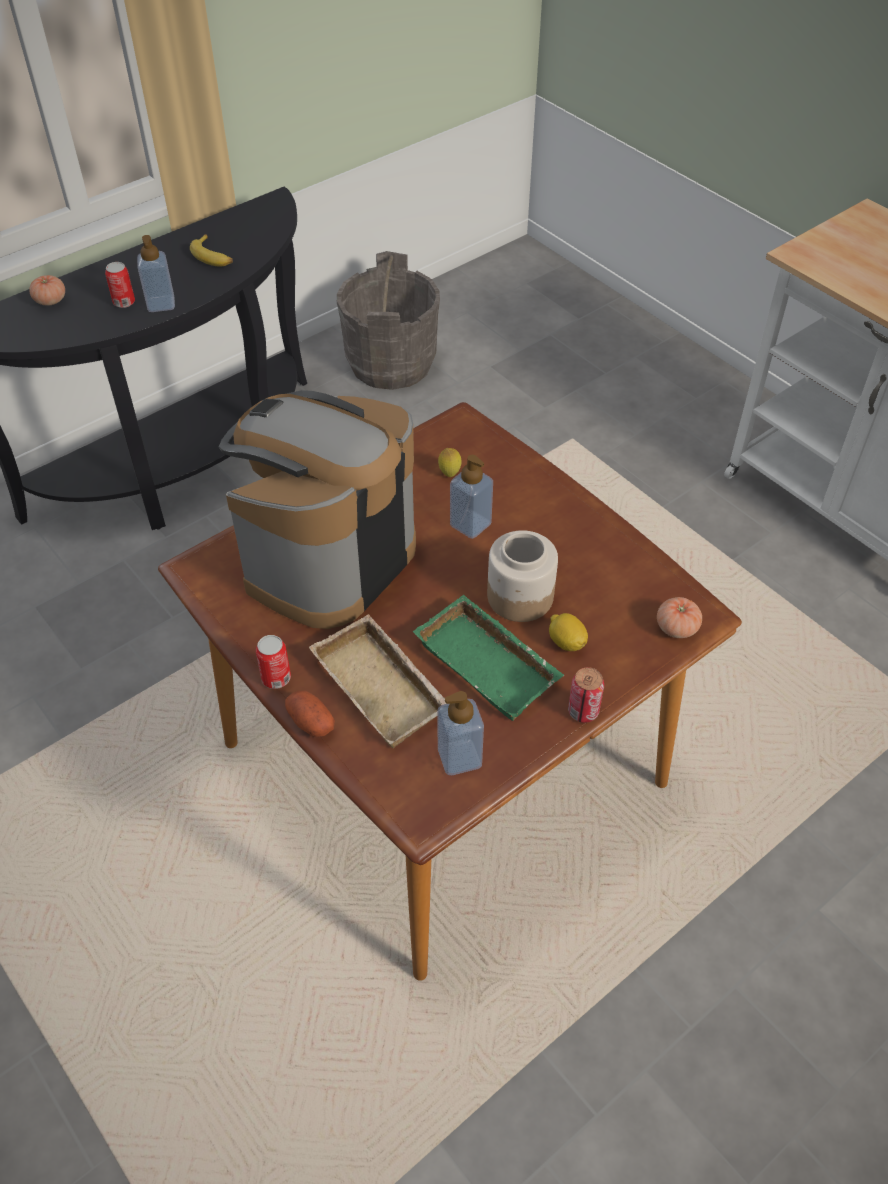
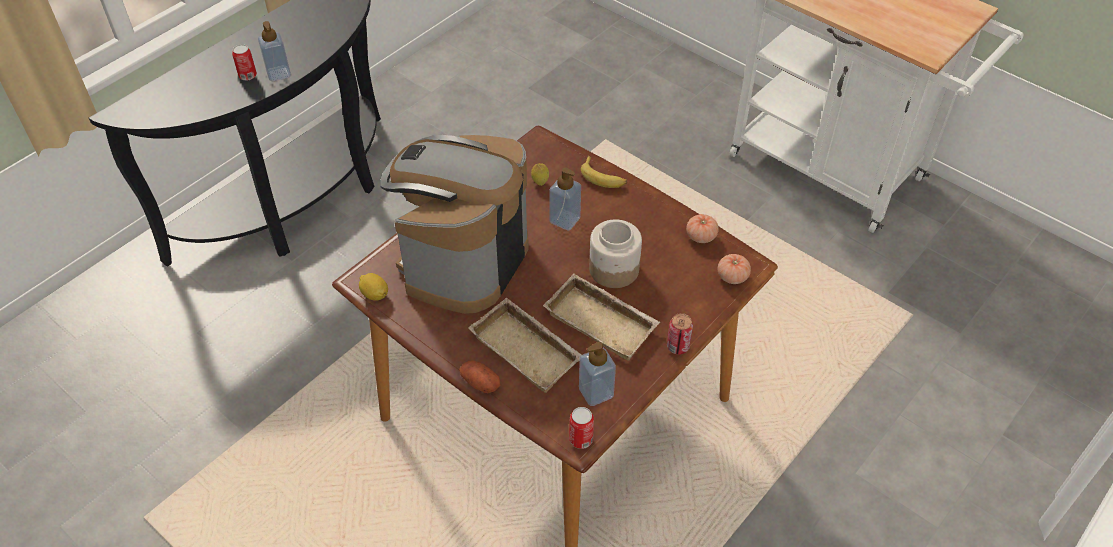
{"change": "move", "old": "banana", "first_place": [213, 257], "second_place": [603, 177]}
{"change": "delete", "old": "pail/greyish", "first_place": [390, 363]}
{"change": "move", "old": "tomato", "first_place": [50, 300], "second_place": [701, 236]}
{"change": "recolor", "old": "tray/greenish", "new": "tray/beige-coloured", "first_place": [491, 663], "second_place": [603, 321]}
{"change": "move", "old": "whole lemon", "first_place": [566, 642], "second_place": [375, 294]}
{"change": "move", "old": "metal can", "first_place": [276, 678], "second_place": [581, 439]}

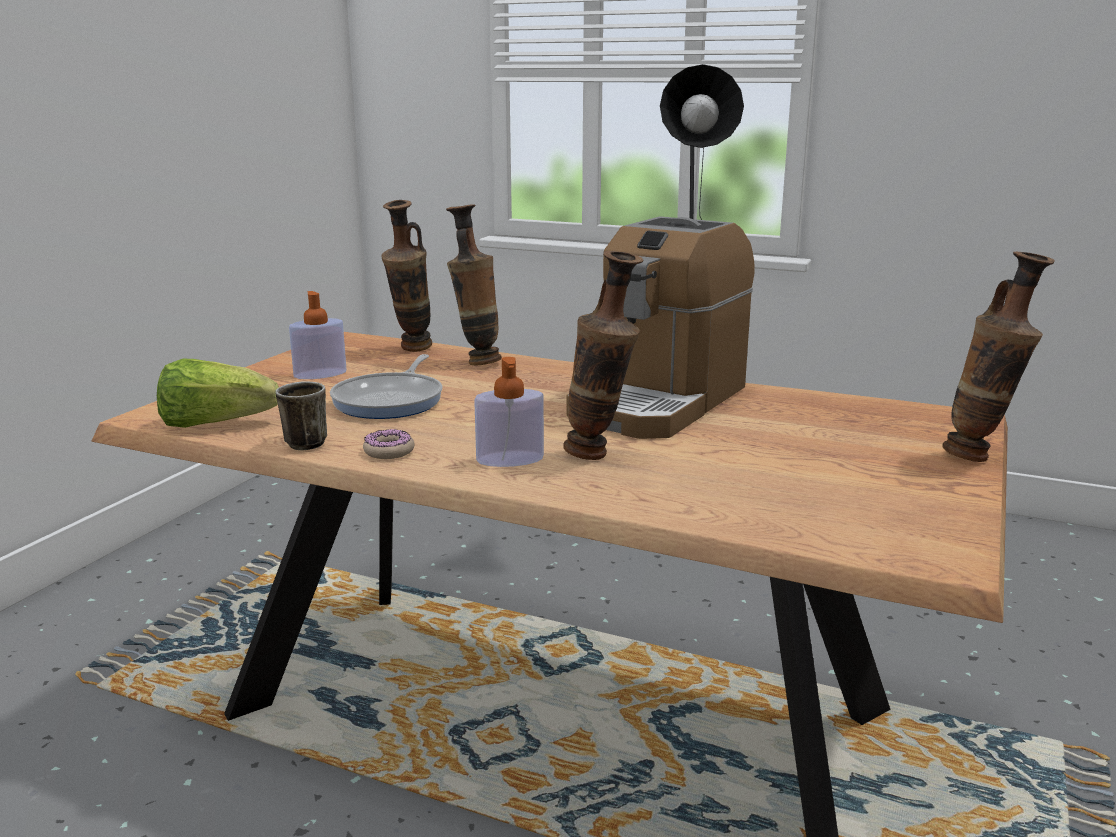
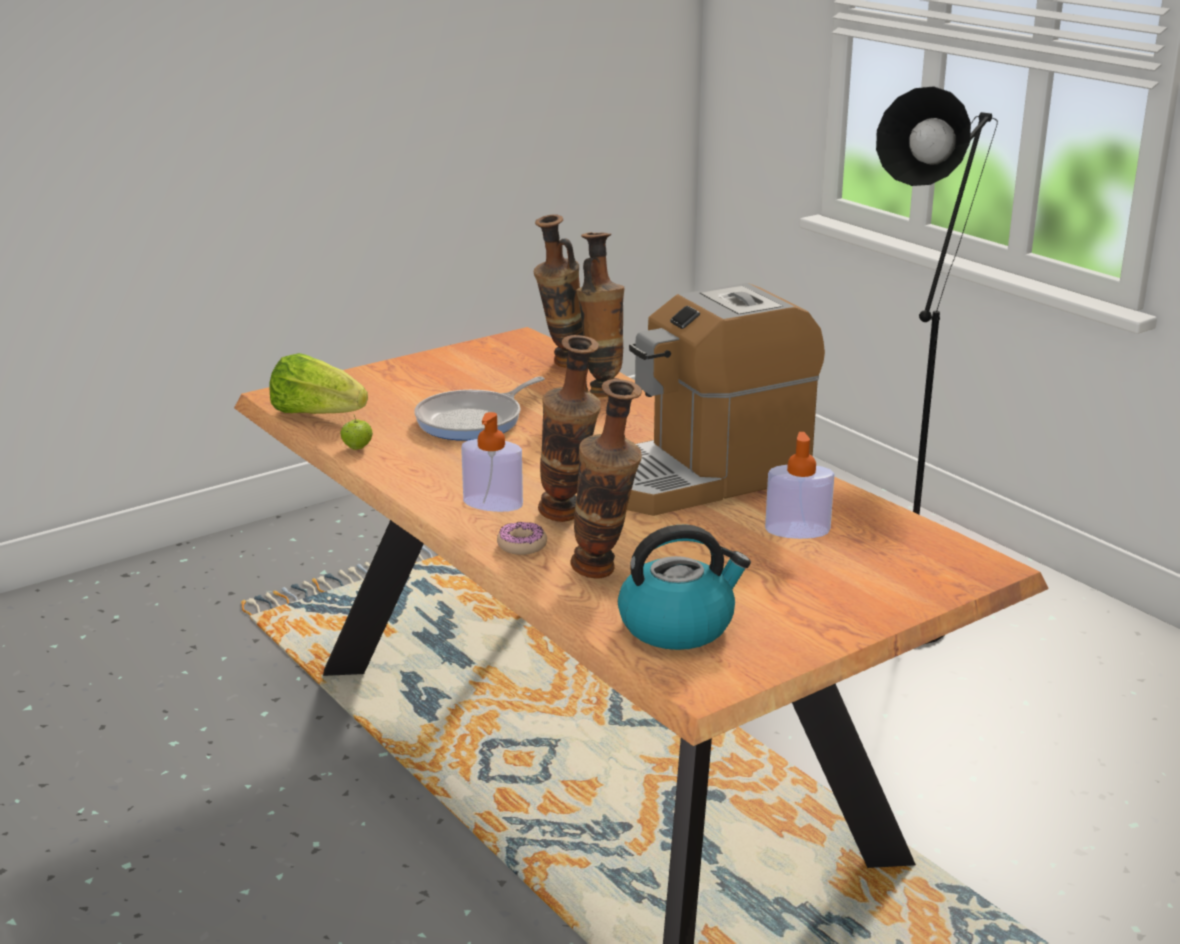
{"change": "move", "old": "vase", "first_place": [981, 457], "second_place": [604, 574]}
{"change": "move", "old": "soap bottle", "first_place": [320, 374], "second_place": [797, 530]}
{"change": "replace", "old": "coffee mug", "new": "apple fruit", "first_place": [300, 443], "second_place": [357, 448]}
{"change": "move", "old": "doughnut", "first_place": [389, 451], "second_place": [522, 545]}
{"change": "insert", "new": "water kettle", "second_place": [678, 625]}

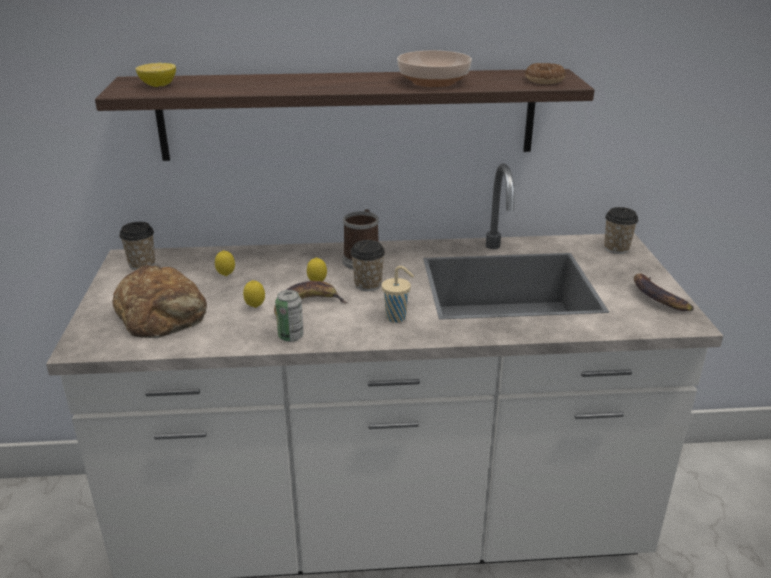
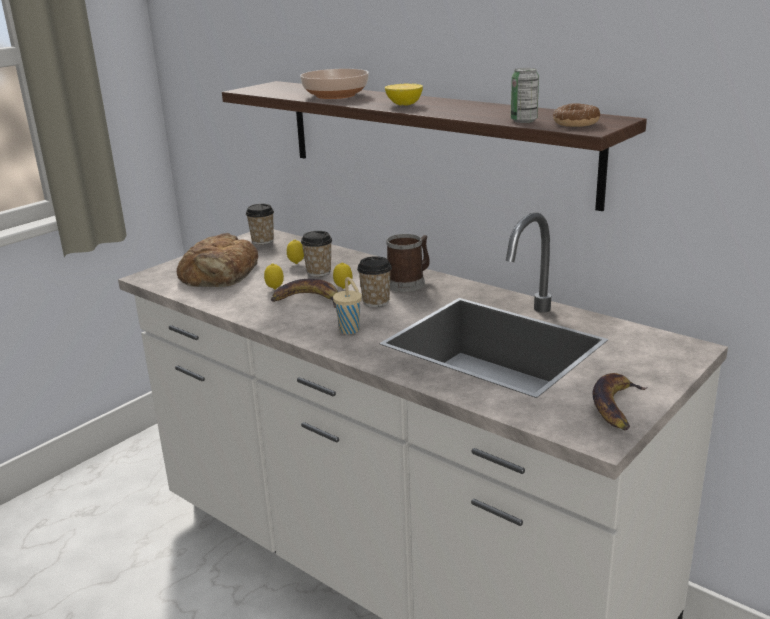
{"change": "move", "old": "bowl", "first_place": [432, 81], "second_place": [335, 95]}
{"change": "move", "old": "whole lemon", "first_place": [158, 85], "second_place": [404, 104]}
{"change": "move", "old": "drinking cup", "first_place": [616, 248], "second_place": [318, 272]}
{"change": "move", "old": "metal can", "first_place": [291, 336], "second_place": [523, 120]}

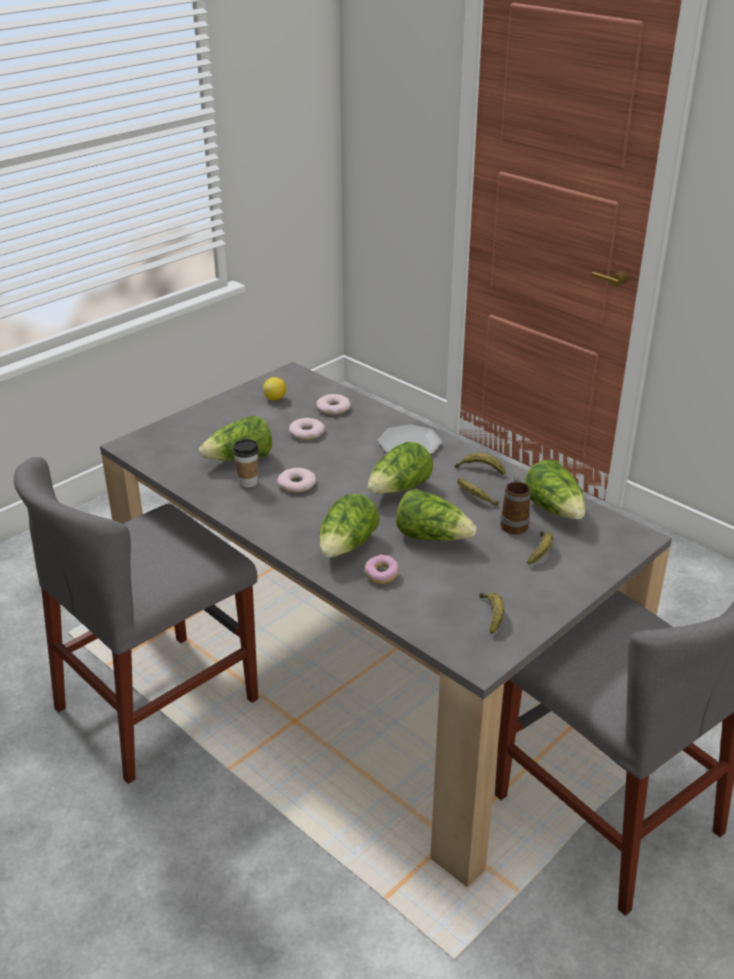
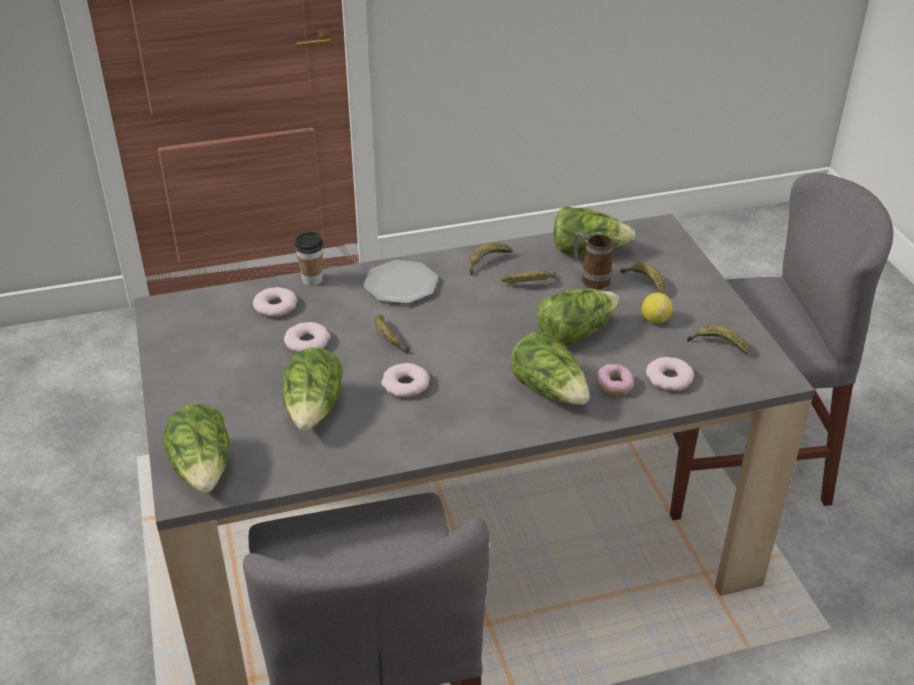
{"change": "move", "old": "whole lemon", "first_place": [275, 398], "second_place": [655, 319]}
{"change": "move", "old": "drinking cup", "first_place": [248, 482], "second_place": [312, 280]}
{"change": "move", "old": "lettuce", "first_place": [399, 489], "second_place": [203, 468]}
{"change": "insert", "new": "banana", "second_place": [388, 339]}
{"change": "insert", "new": "doughnut", "second_place": [669, 378]}

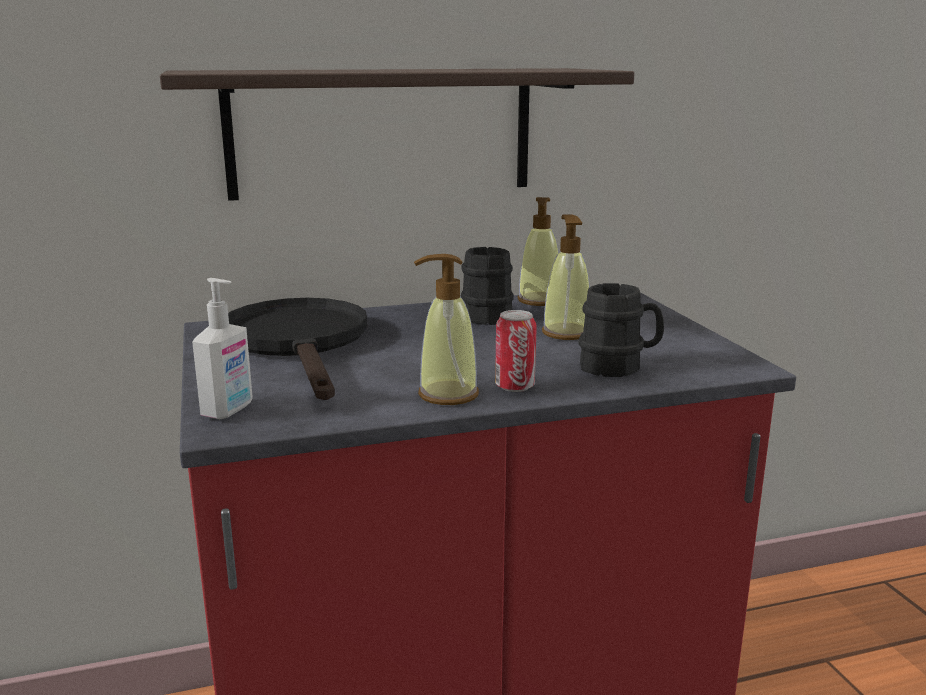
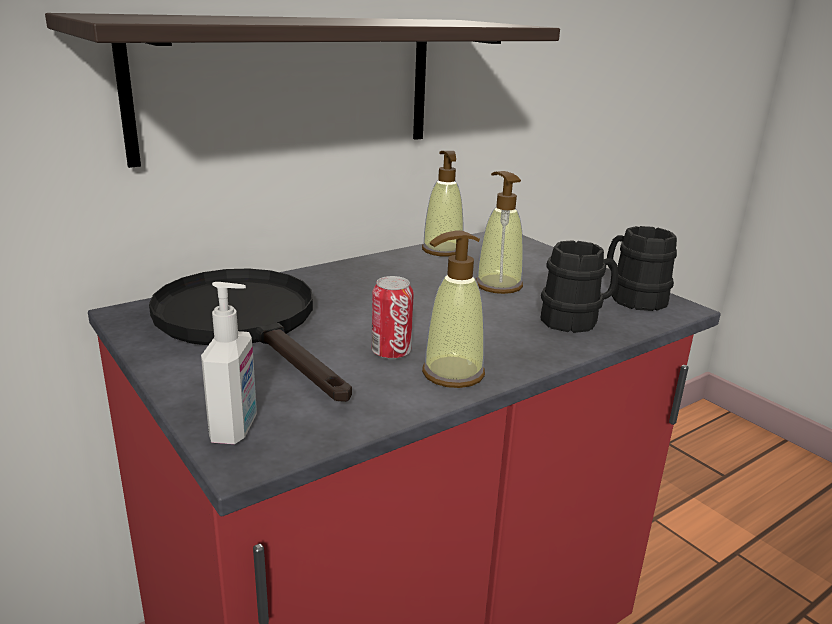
{"change": "move", "old": "coffee mug/black", "first_place": [484, 315], "second_place": [632, 297]}
{"change": "move", "old": "metal can", "first_place": [514, 387], "second_place": [391, 353]}

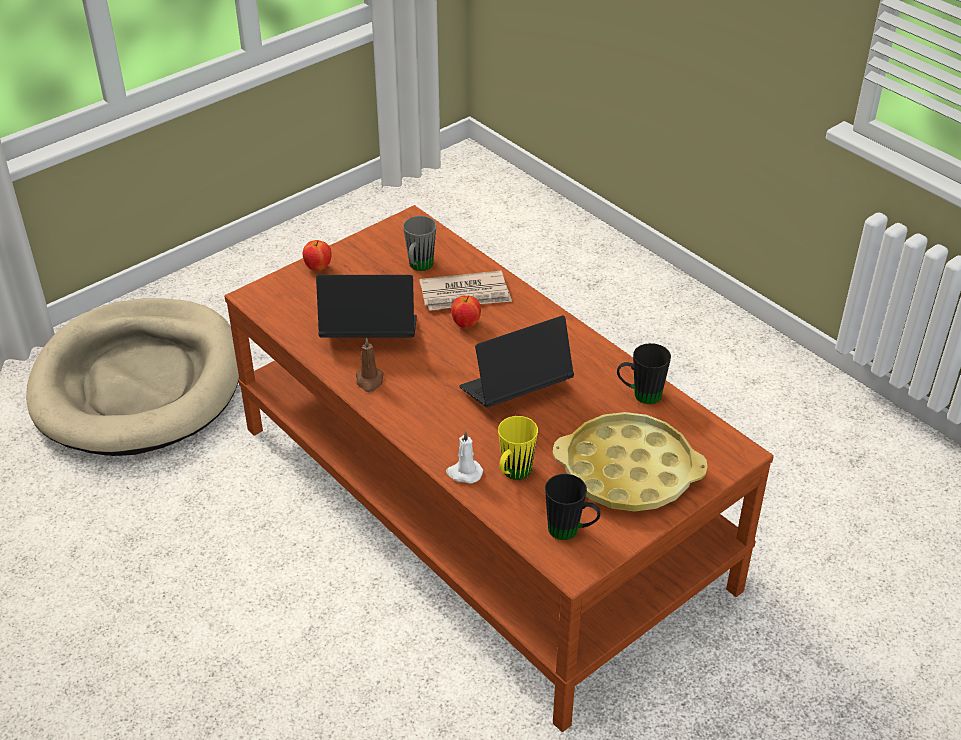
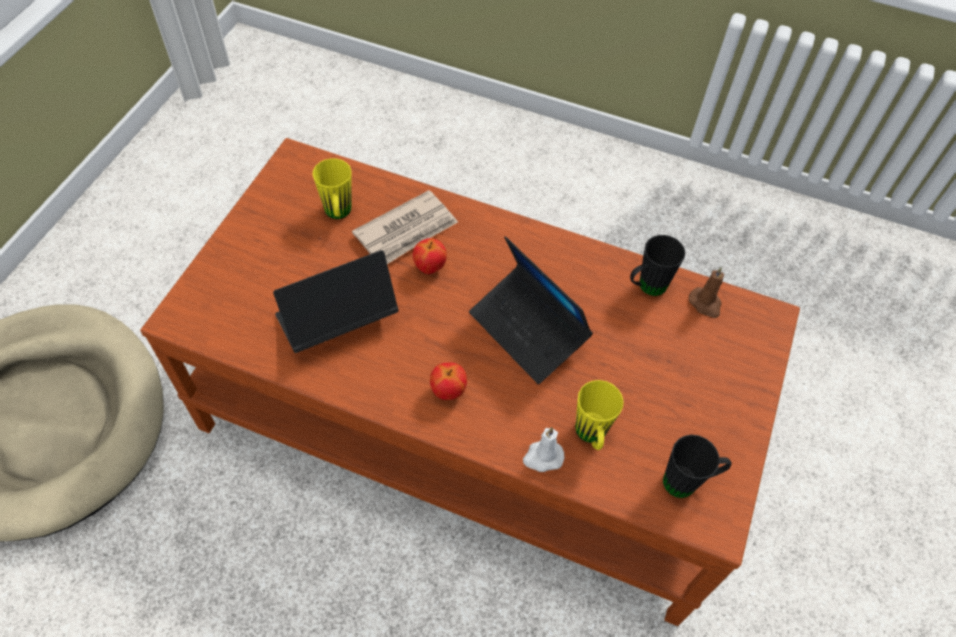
{"change": "recolor", "old": "coffee mug/greyish", "new": "coffee mug/yellow", "first_place": [418, 268], "second_place": [338, 215]}
{"change": "move", "old": "apple fruit", "first_place": [318, 268], "second_place": [448, 391]}
{"change": "rotate", "old": "notebook computer", "first_place": [515, 390], "second_place": [528, 330], "degrees": -75}
{"change": "move", "old": "candle/brown-coloured", "first_place": [369, 381], "second_place": [705, 304]}
{"change": "delete", "old": "tray/yellow", "first_place": [628, 471]}

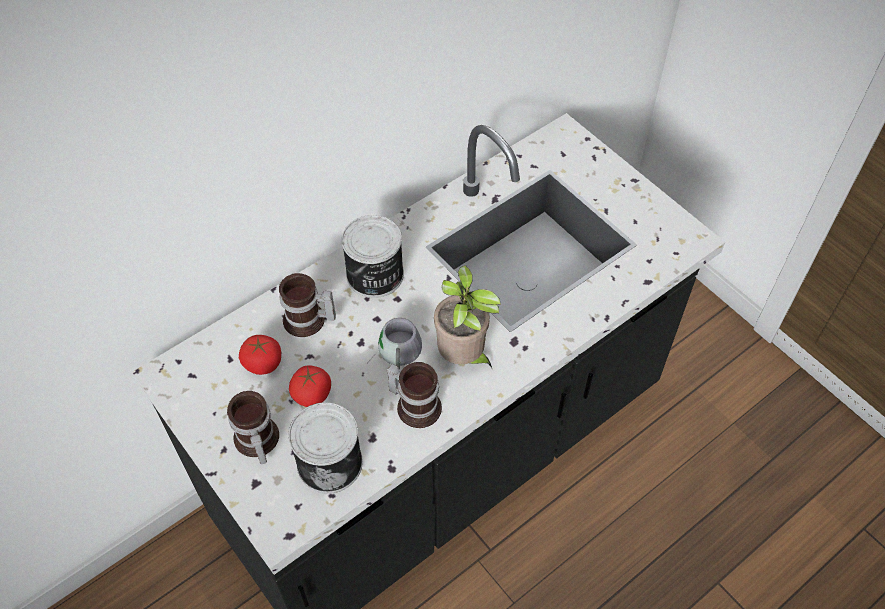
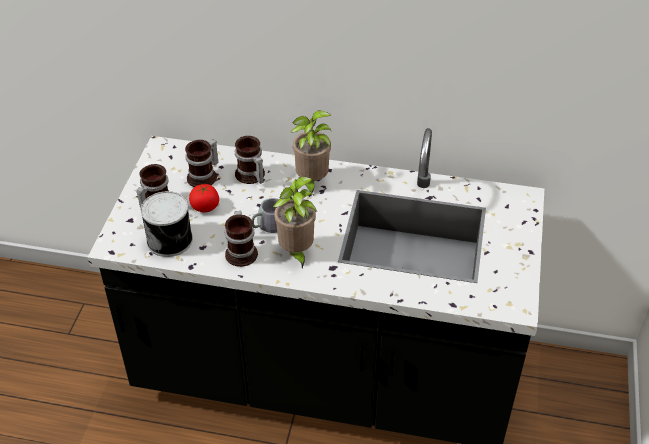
{"change": "replace", "old": "metal can", "new": "potted plant", "first_place": [375, 275], "second_place": [311, 182]}
{"change": "replace", "old": "tomato", "new": "coffee mug", "first_place": [263, 363], "second_place": [205, 176]}

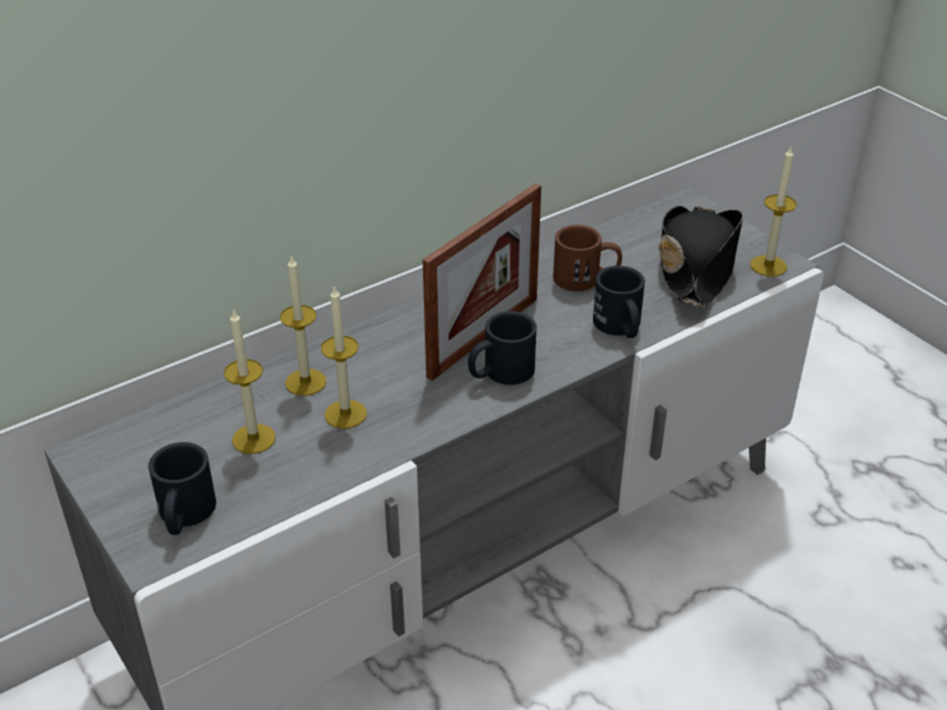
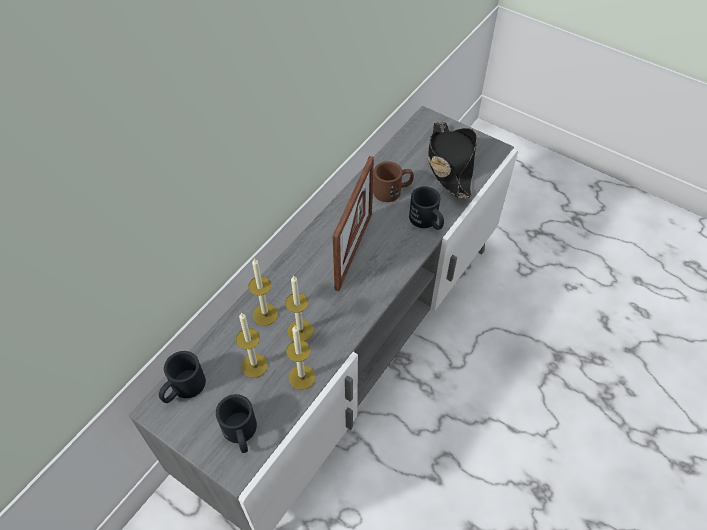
{"change": "move", "old": "candle", "first_place": [768, 266], "second_place": [302, 377]}
{"change": "move", "old": "coffee mug/black", "first_place": [500, 373], "second_place": [183, 389]}

